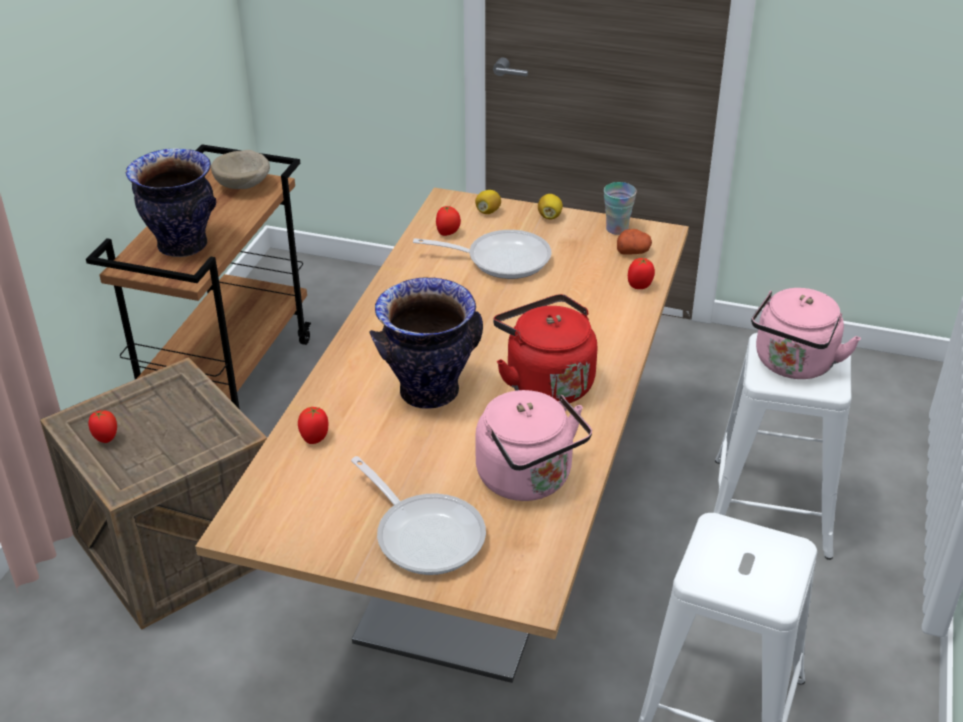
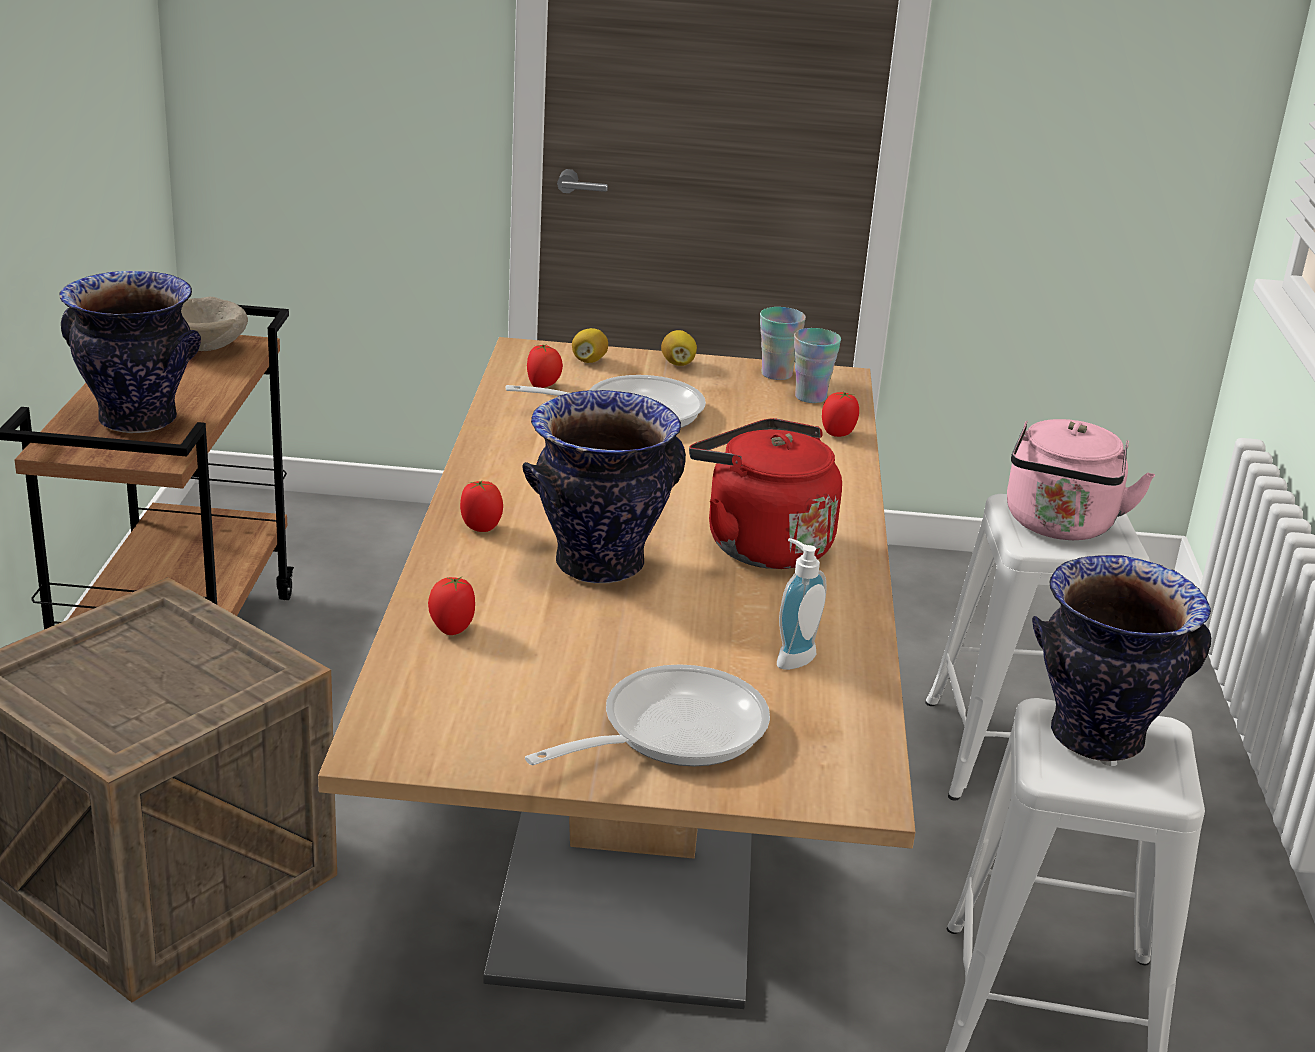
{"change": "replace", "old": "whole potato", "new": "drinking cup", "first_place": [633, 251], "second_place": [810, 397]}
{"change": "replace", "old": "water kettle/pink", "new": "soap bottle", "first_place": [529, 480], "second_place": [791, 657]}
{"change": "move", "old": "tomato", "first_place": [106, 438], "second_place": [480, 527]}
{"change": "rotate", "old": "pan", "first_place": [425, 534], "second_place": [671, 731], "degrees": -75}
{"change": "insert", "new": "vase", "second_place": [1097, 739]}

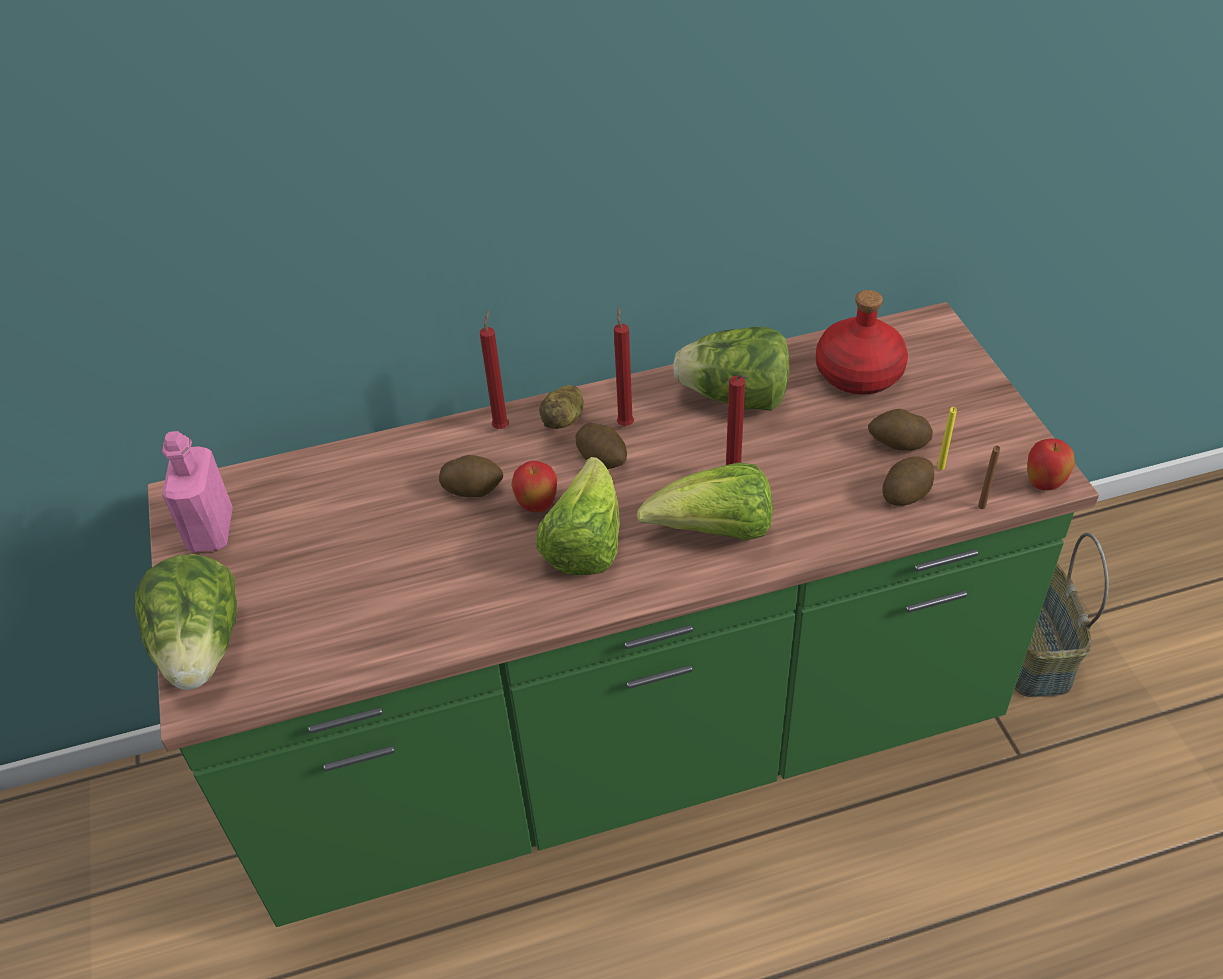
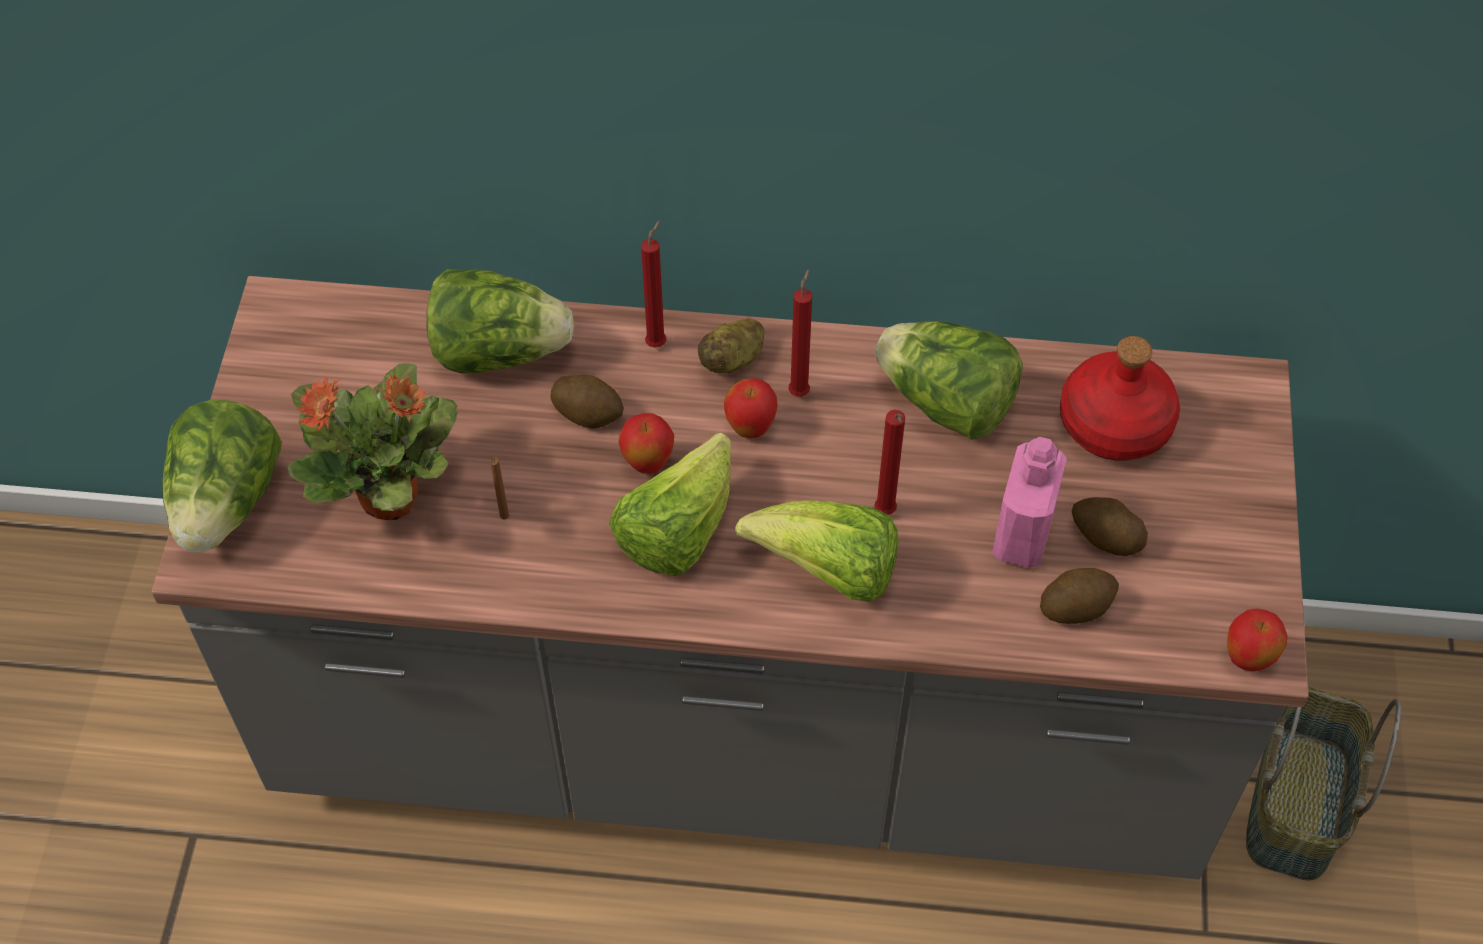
{"change": "recolor", "old": "counter/greenish", "new": "counter/greyish", "first_place": [626, 743], "second_place": [741, 729]}
{"change": "delete", "old": "candle/yellow", "first_place": [940, 467]}
{"change": "replace", "old": "whole potato", "new": "apple fruit", "first_place": [602, 458], "second_place": [750, 428]}
{"change": "move", "old": "beverage bottle/pink", "first_place": [211, 530], "second_place": [1022, 536]}
{"change": "move", "old": "candle/brown-coloured", "first_place": [981, 506], "second_place": [504, 515]}
{"change": "insert", "new": "lettuce", "second_place": [498, 351]}
{"change": "insert", "new": "potted plant", "second_place": [392, 498]}

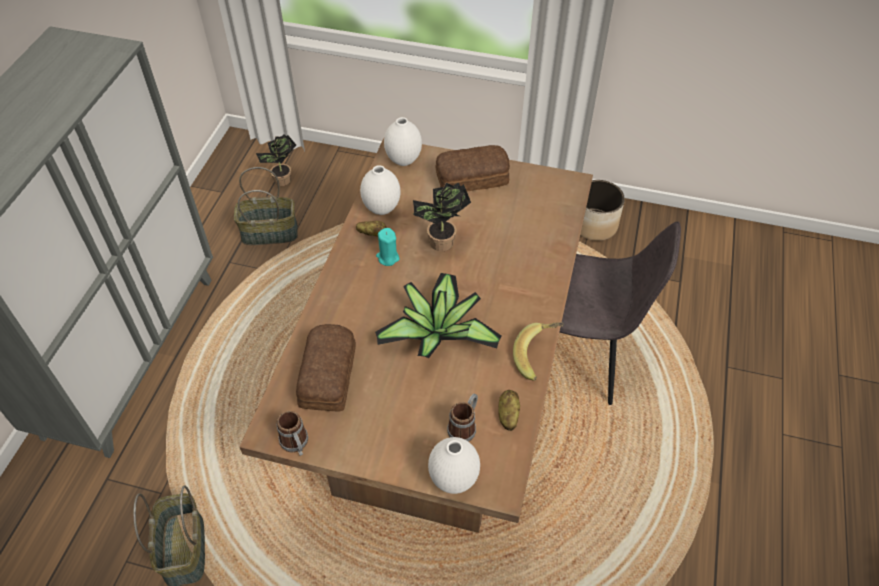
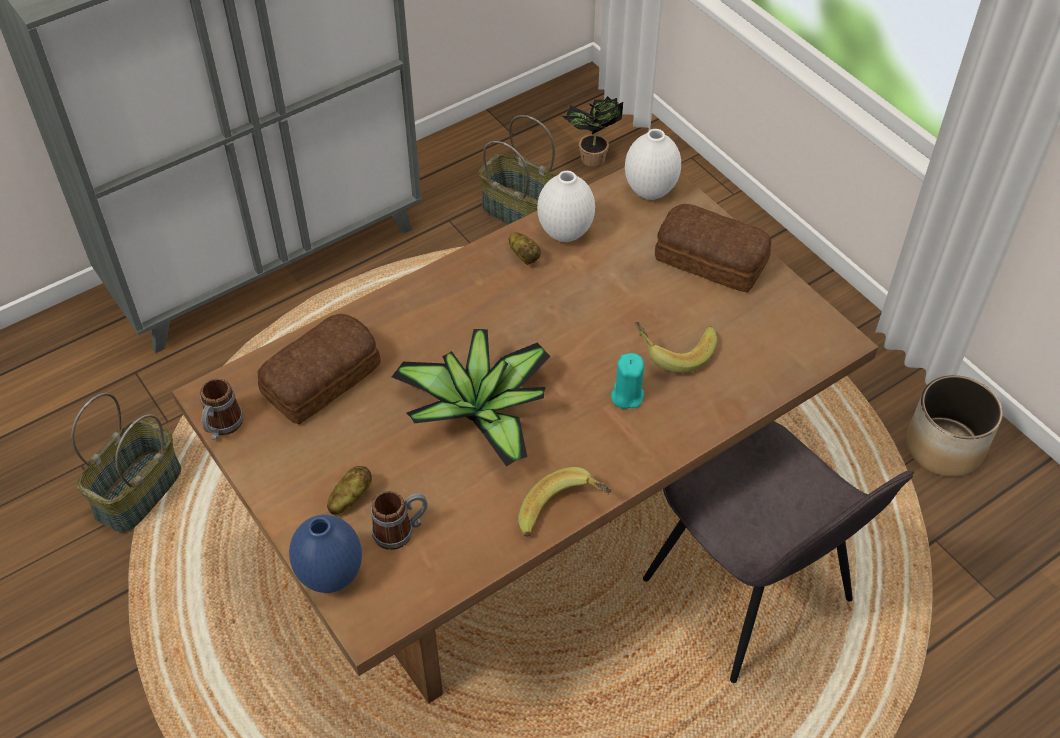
{"change": "delete", "old": "potted plant", "first_place": [440, 245]}
{"change": "move", "old": "candle/turquoise", "first_place": [387, 257], "second_place": [627, 395]}
{"change": "move", "old": "whole potato", "first_place": [507, 415], "second_place": [350, 498]}
{"change": "recolor", "old": "vase/white", "new": "vase/blue", "first_place": [453, 480], "second_place": [330, 577]}
{"change": "insert", "new": "banana", "second_place": [673, 351]}

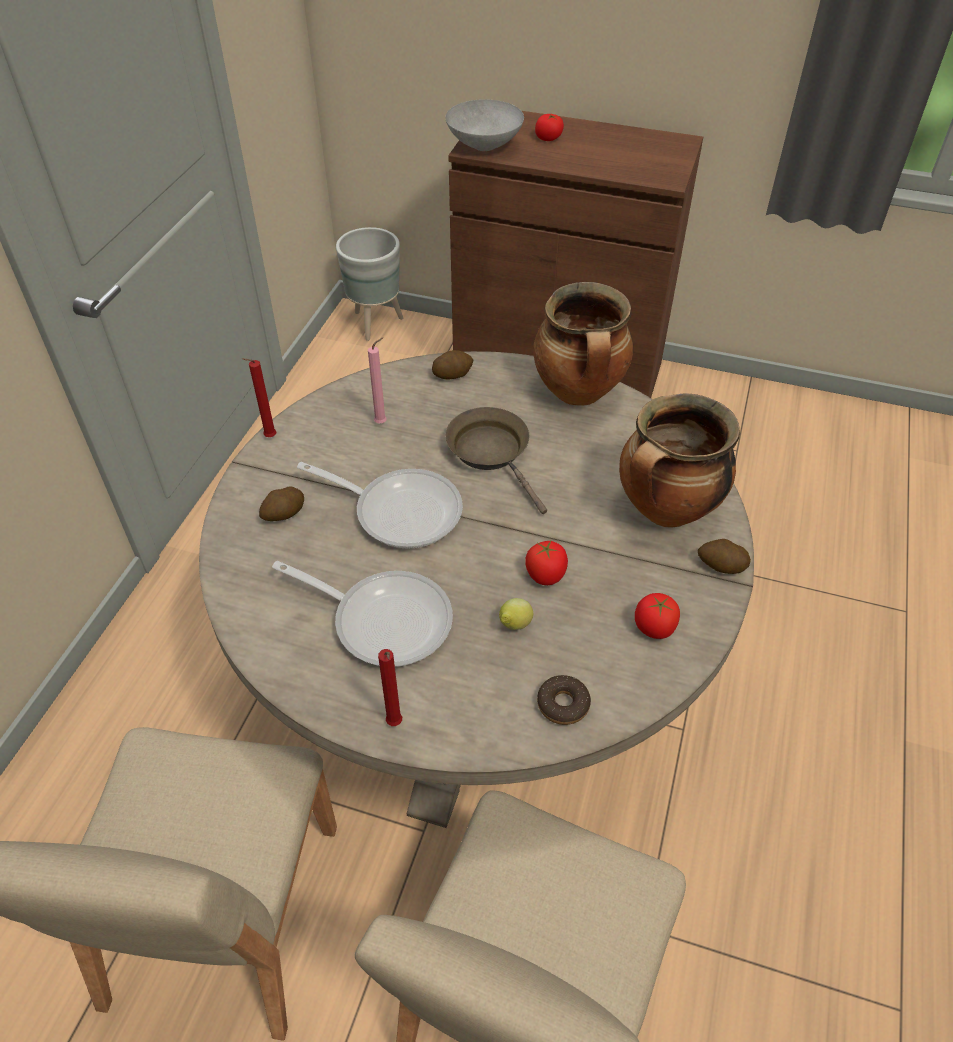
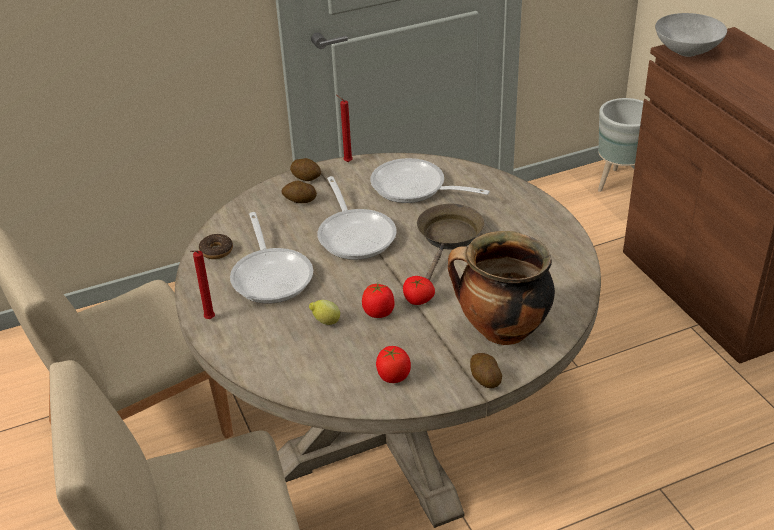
{"change": "move", "old": "tomato", "first_place": [548, 138], "second_place": [418, 300]}
{"change": "delete", "old": "cooking pot", "first_place": [579, 393]}
{"change": "replace", "old": "candle/pink", "new": "pan", "first_place": [382, 422], "second_place": [414, 188]}
{"change": "move", "old": "whole potato", "first_place": [452, 374], "second_place": [306, 177]}
{"change": "move", "old": "doughnut", "first_place": [563, 704], "second_place": [216, 251]}

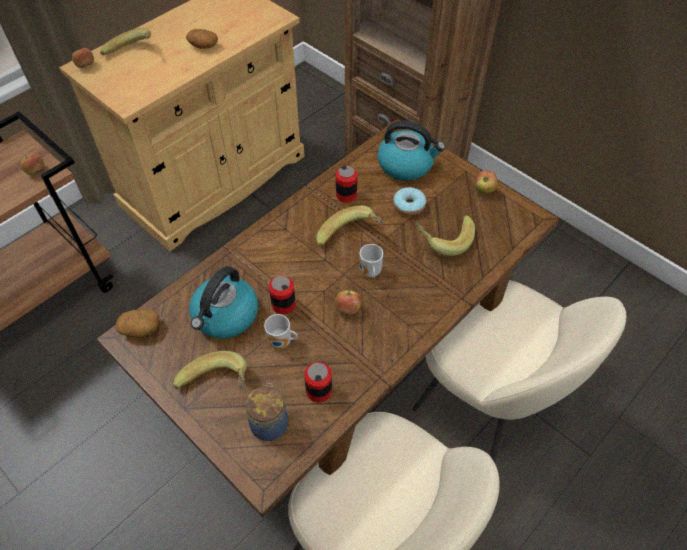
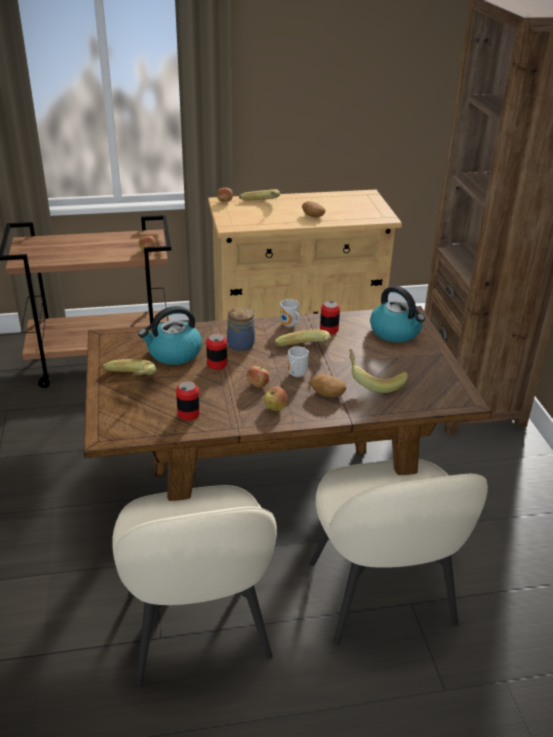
{"change": "move", "old": "apple fruit", "first_place": [484, 190], "second_place": [275, 407]}
{"change": "delete", "old": "doughnut", "first_place": [408, 206]}
{"change": "move", "old": "whole potato", "first_place": [140, 329], "second_place": [327, 393]}
{"change": "move", "old": "coffee mug", "first_place": [281, 343], "second_place": [289, 325]}
{"change": "move", "old": "jar", "first_place": [270, 423], "second_place": [241, 344]}

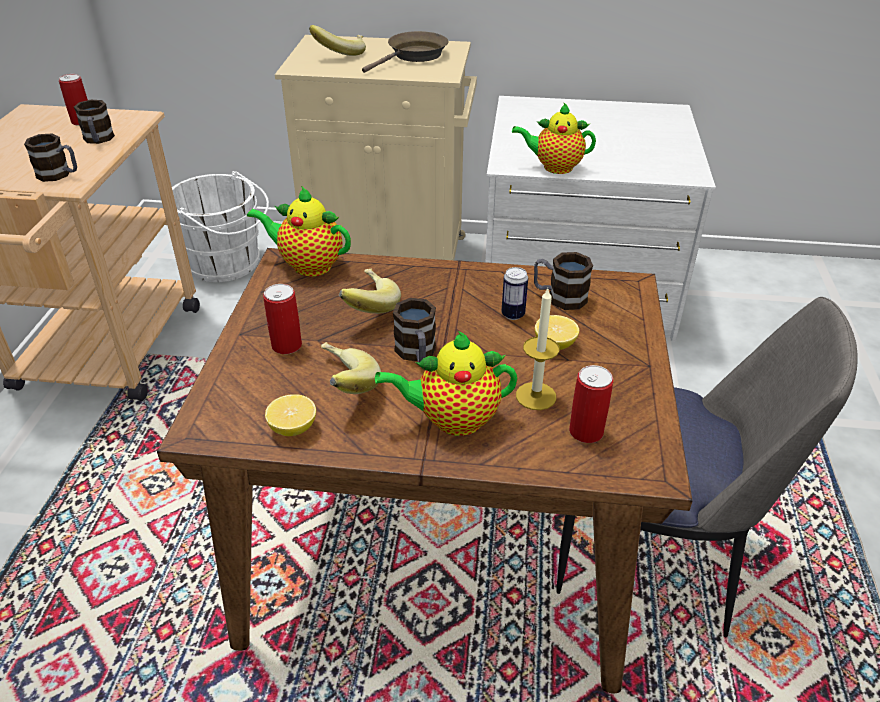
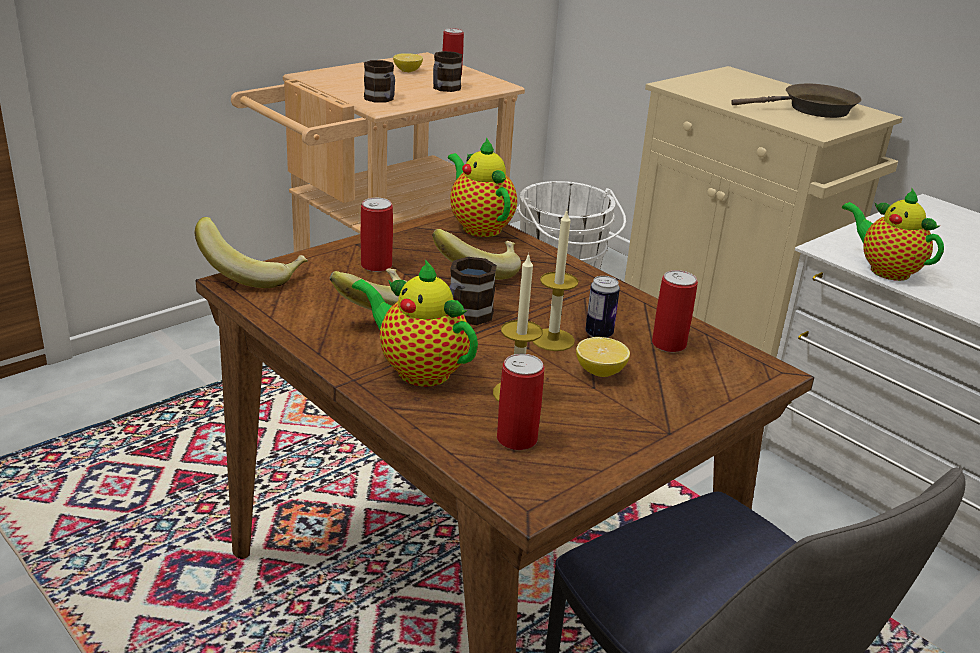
{"change": "move", "old": "banana", "first_place": [340, 53], "second_place": [253, 274]}
{"change": "replace", "old": "coffee mug", "new": "metal can", "first_place": [559, 297], "second_place": [669, 344]}
{"change": "move", "old": "whole lemon", "first_place": [293, 428], "second_place": [408, 71]}
{"change": "insert", "new": "candle", "second_place": [553, 340]}

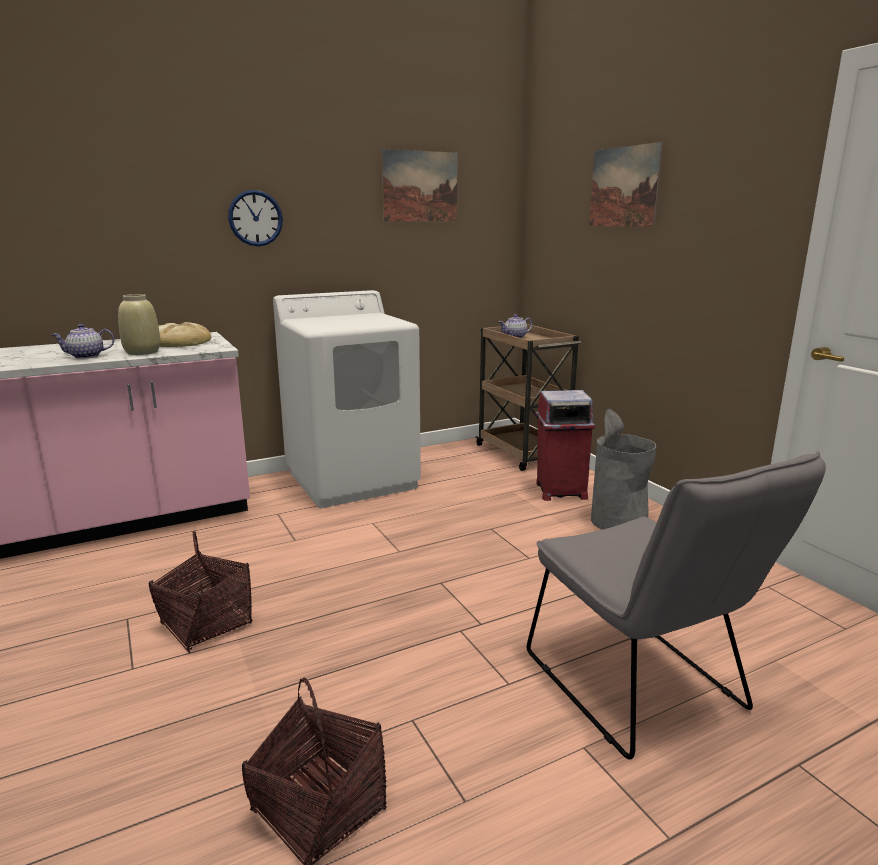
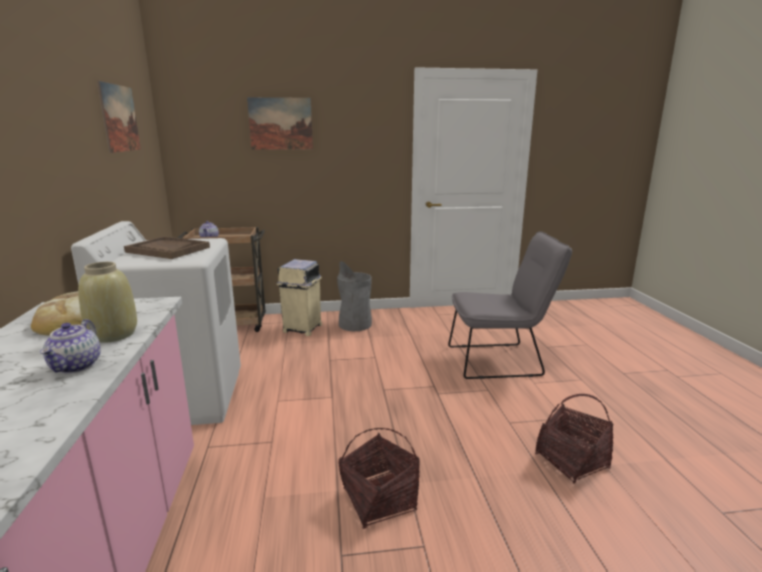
{"change": "delete", "old": "clock on the wall", "first_place": [255, 218]}
{"change": "recolor", "old": "trash can/reddish", "new": "trash can/beige-coloured", "first_place": [559, 491], "second_place": [302, 328]}
{"change": "insert", "new": "tray/brown-coloured", "second_place": [168, 250]}

